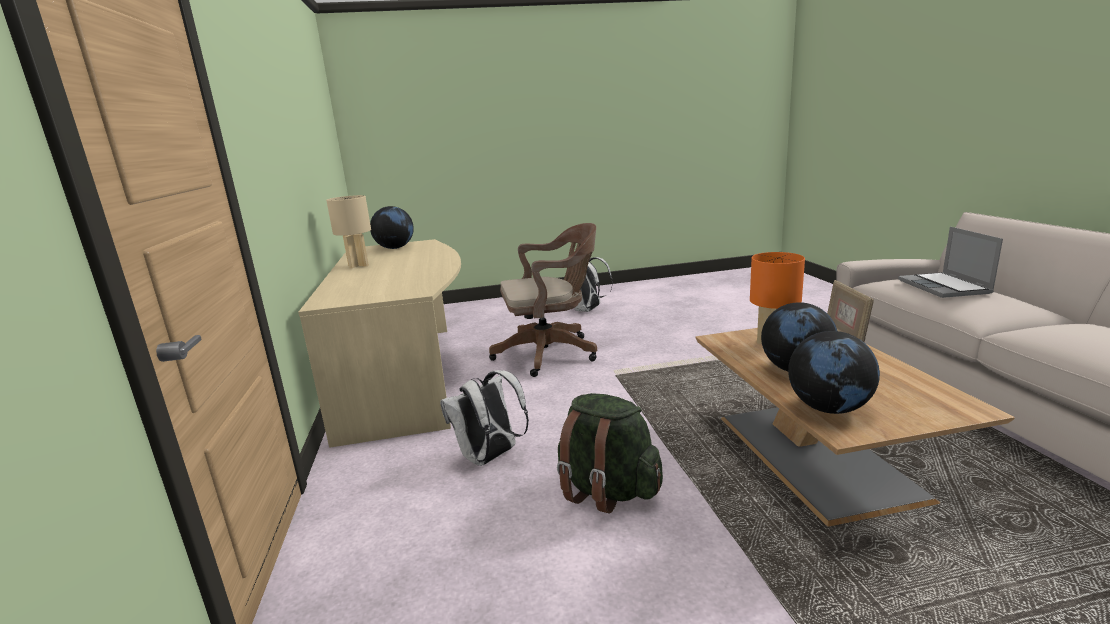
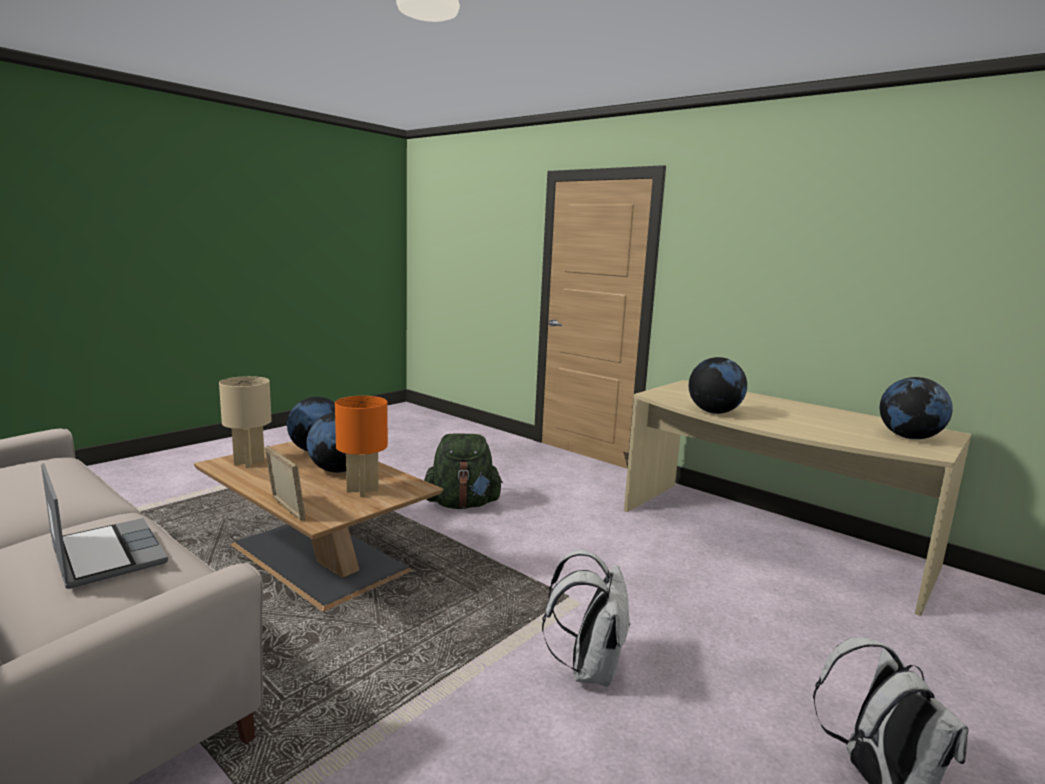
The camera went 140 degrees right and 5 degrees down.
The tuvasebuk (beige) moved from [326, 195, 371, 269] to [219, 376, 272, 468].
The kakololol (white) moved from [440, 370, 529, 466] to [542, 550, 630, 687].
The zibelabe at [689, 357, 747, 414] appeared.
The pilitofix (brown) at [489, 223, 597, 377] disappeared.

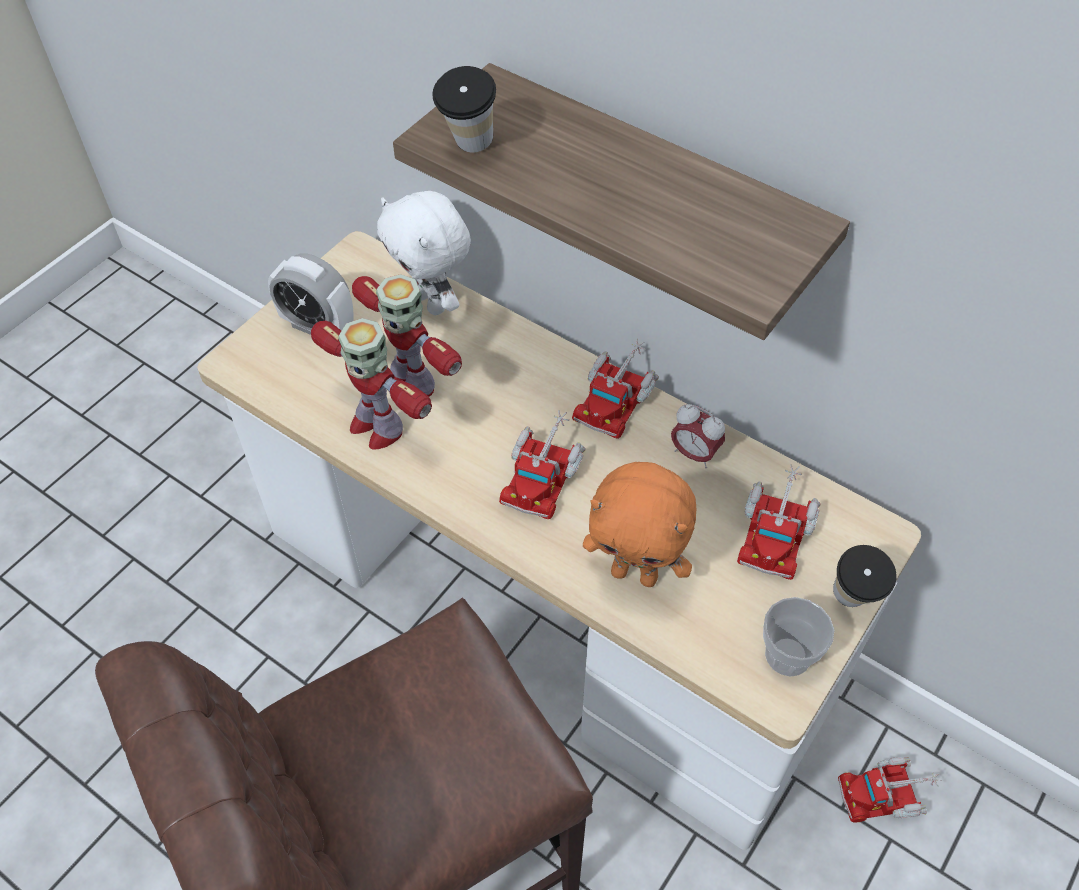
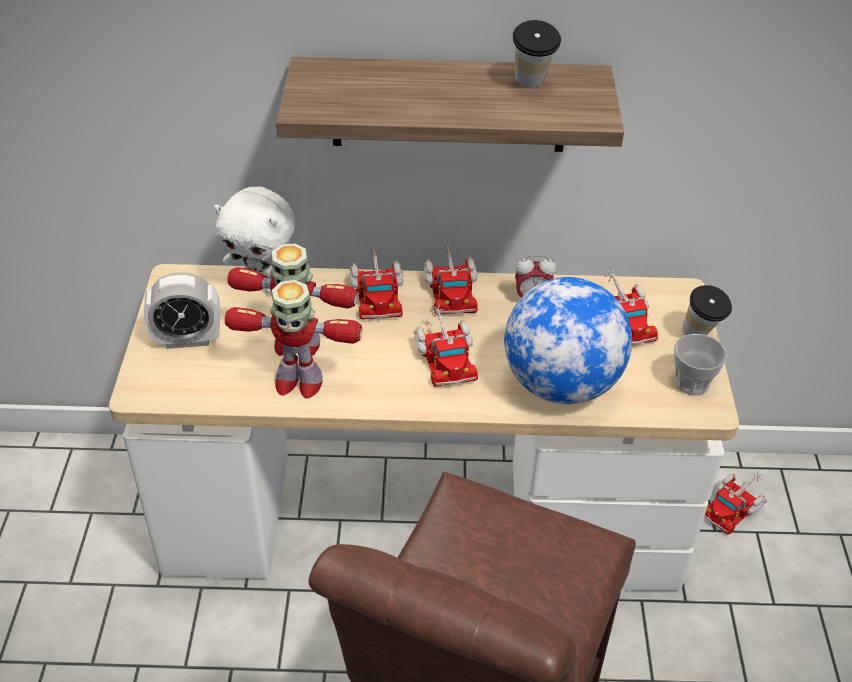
The camera went 35 degrees left and 10 degrees down.
The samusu at [350, 245, 404, 319] appeared.
The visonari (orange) at [583, 462, 696, 587] was replaced by the zibelabe at [504, 277, 632, 404].
The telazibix moved from [432, 66, 496, 152] to [513, 20, 561, 88].

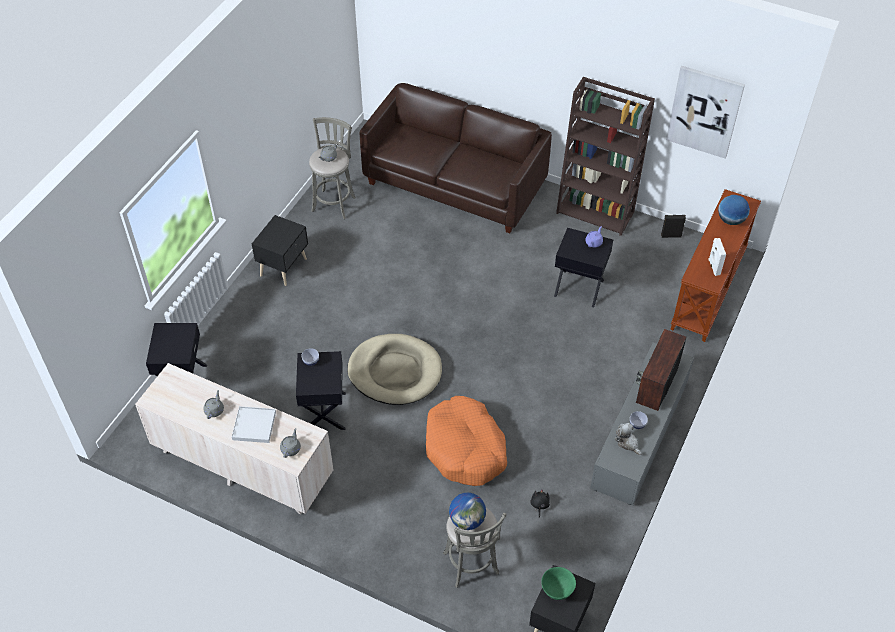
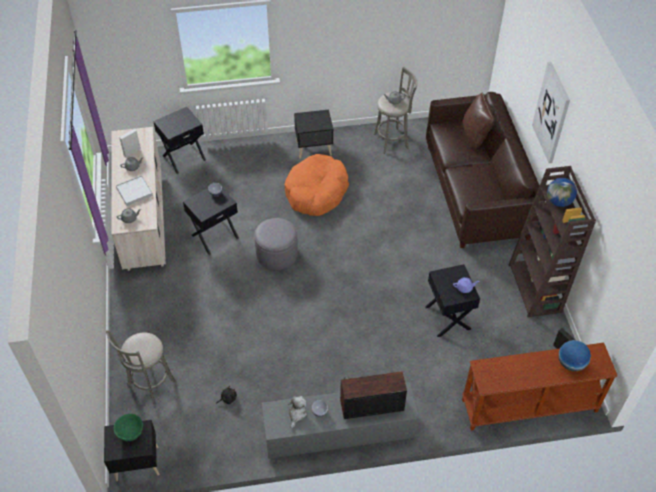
The camera went 55 degrees right and 0 degrees up.
The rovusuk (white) moved from [708, 238, 726, 276] to [119, 128, 141, 157].
The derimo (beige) at [347, 334, 442, 405] was replaced by the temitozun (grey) at [254, 218, 298, 270].
The derimo (orange) moved from [426, 396, 507, 486] to [285, 154, 349, 216].
The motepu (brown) at [462, 93, 495, 150] appeared.
The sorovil moved from [666, 66, 745, 158] to [532, 62, 570, 163].
The zibelabe moved from [449, 493, 486, 530] to [547, 178, 577, 207].

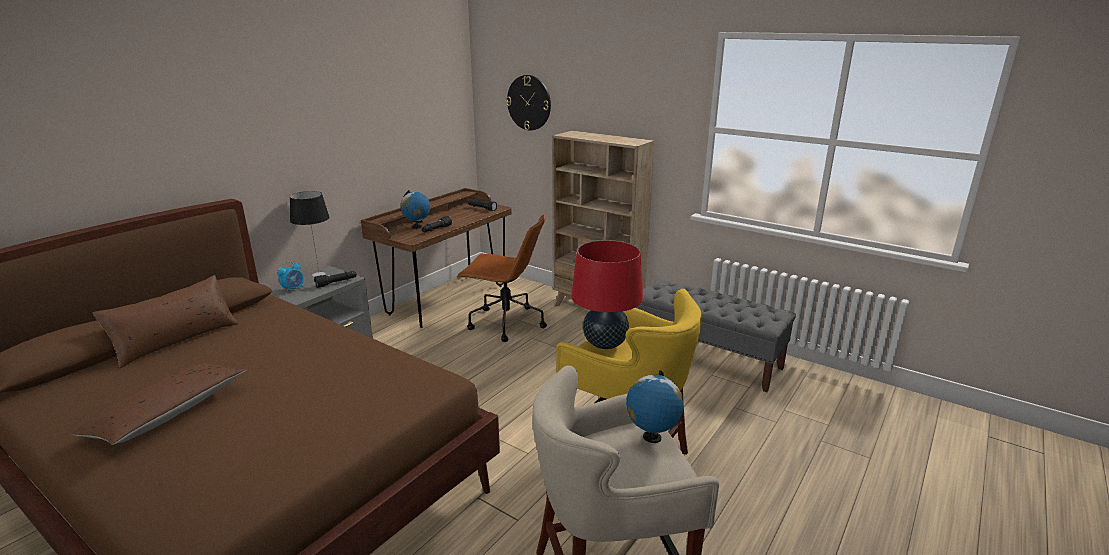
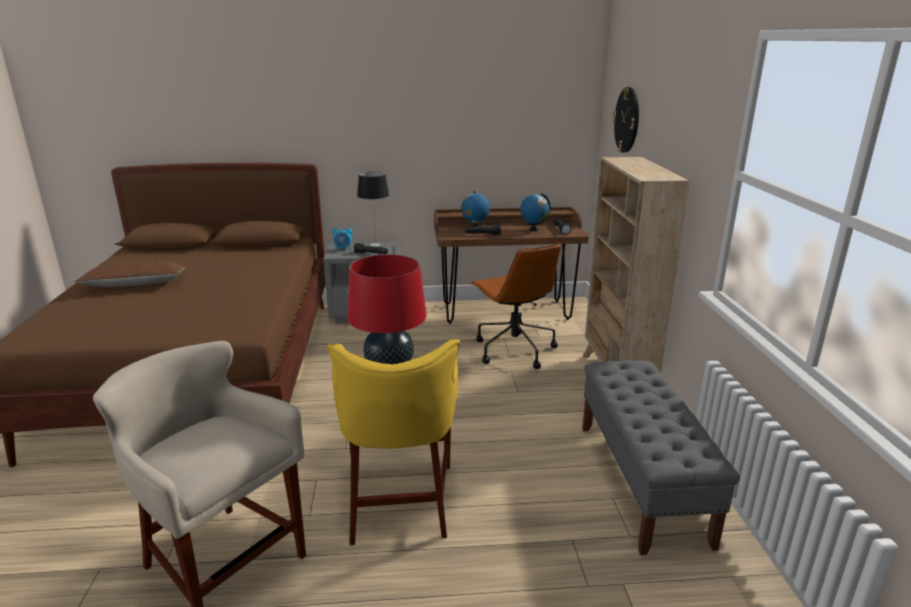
The camera went 50 degrees right and 0 degrees up.
The zibelabe moved from [626, 370, 684, 443] to [520, 193, 550, 231].
The motepu (brown) at [93, 275, 238, 368] disappeared.

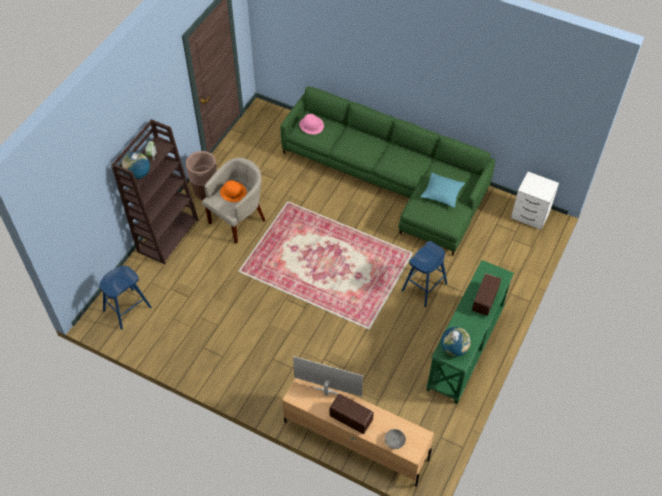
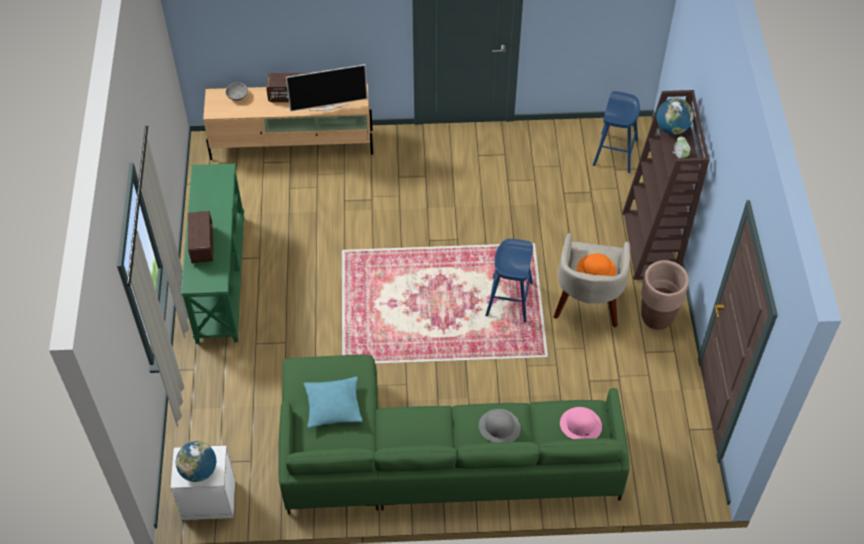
The camera went 150 degrees right and 0 degrees up.
The zibelabe moved from [441, 327, 471, 356] to [176, 441, 216, 482].
The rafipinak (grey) at [479, 409, 521, 442] appeared.
The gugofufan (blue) moved from [402, 241, 447, 307] to [485, 239, 533, 322].

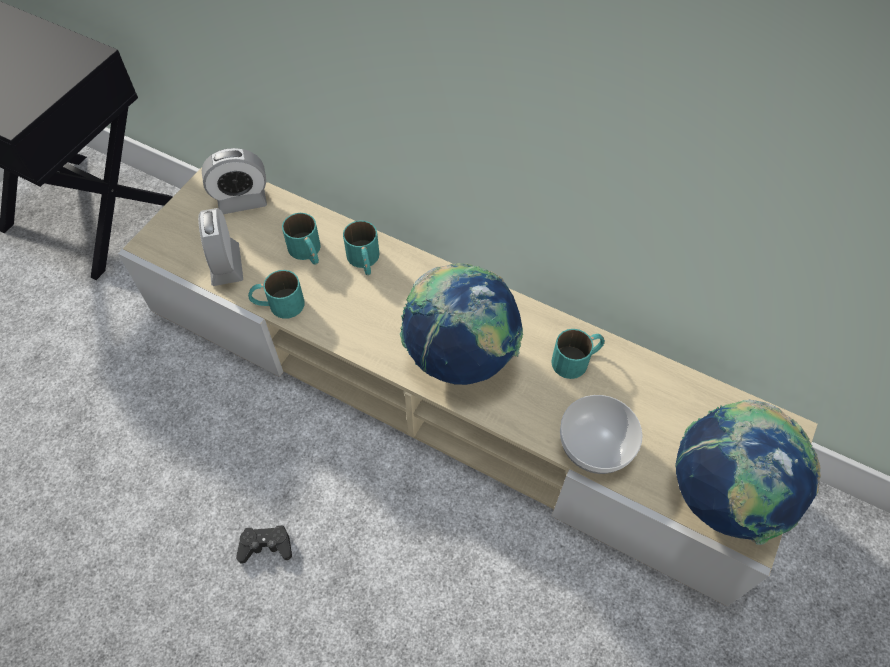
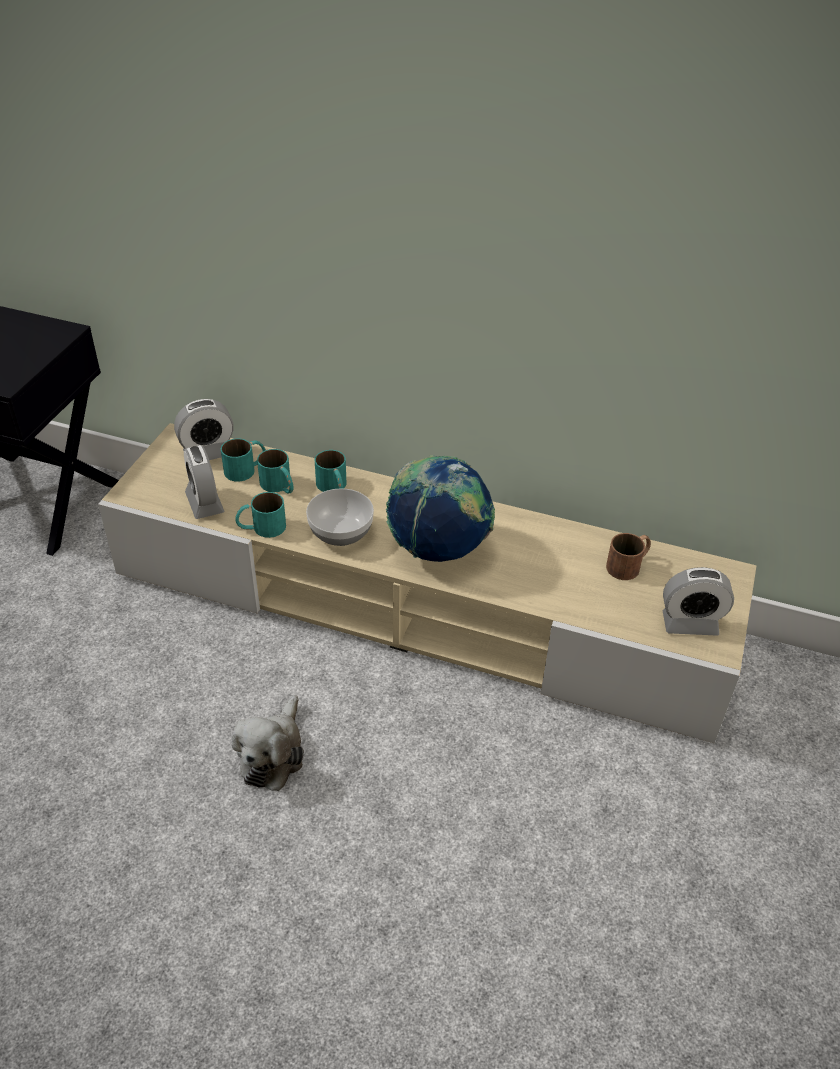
The camera went 10 degrees left and 15 degrees down.
The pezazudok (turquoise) moved from [551, 329, 605, 379] to [221, 438, 266, 482].
The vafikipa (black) at [236, 525, 292, 564] was replaced by the visonari at [232, 695, 304, 791].
The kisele moved from [560, 395, 643, 474] to [306, 488, 374, 546].
The pezazudok (brown) at [606, 533, 651, 580] appeared.
The zibelabe at [675, 400, 821, 545] was replaced by the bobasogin at [662, 567, 734, 636].

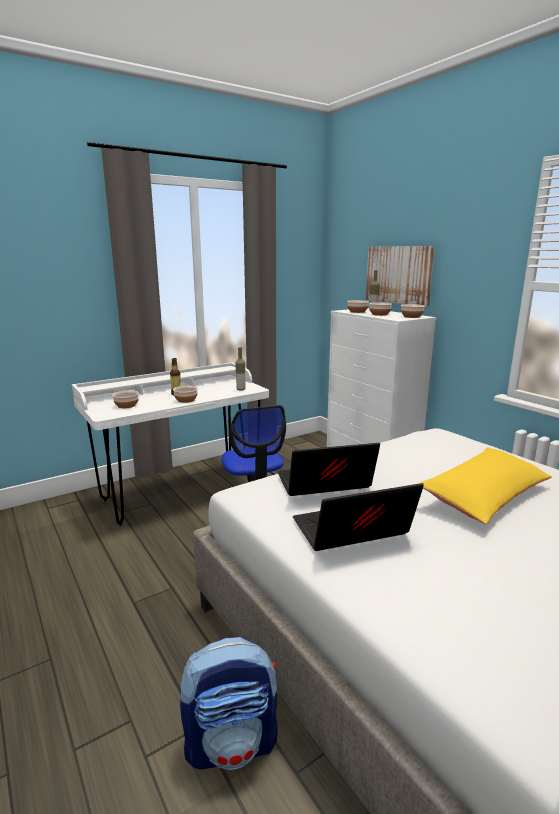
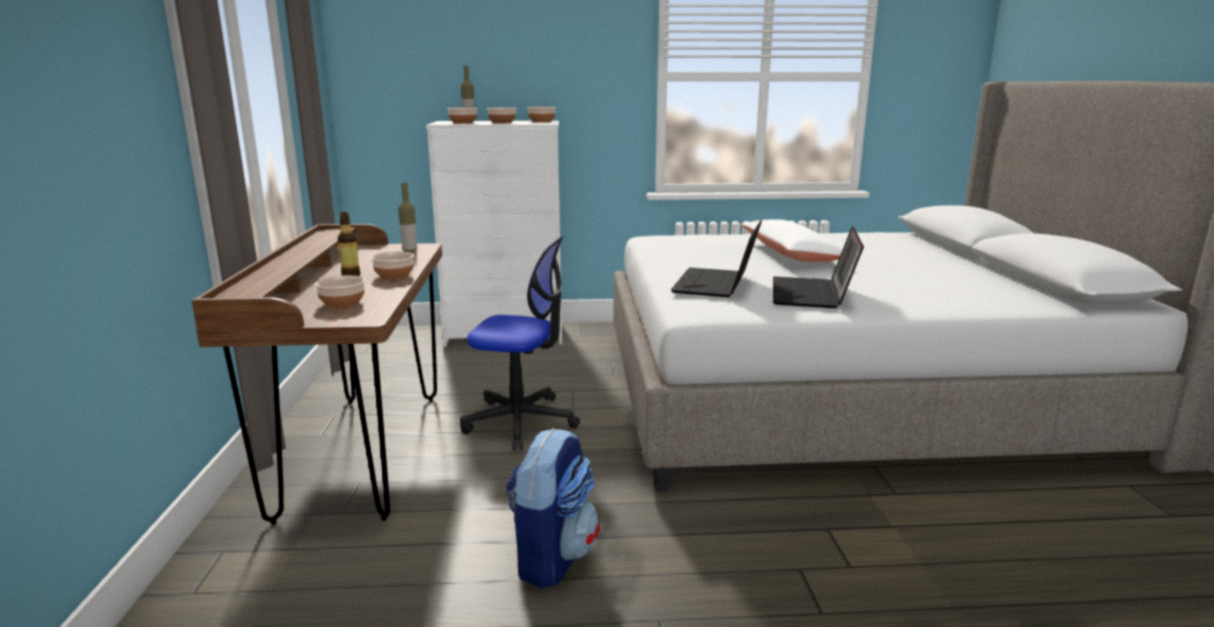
The camera went 60 degrees left and 0 degrees up.
The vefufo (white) at [72, 362, 269, 526] became the vefufo (brown) at [191, 224, 442, 525].
The kakololol moved from [180, 637, 278, 770] to [505, 428, 599, 588].
The motepu (yellow) at [418, 447, 552, 524] became the motepu (white) at [741, 219, 842, 262].
The sorovil at [366, 246, 435, 307] disappeared.

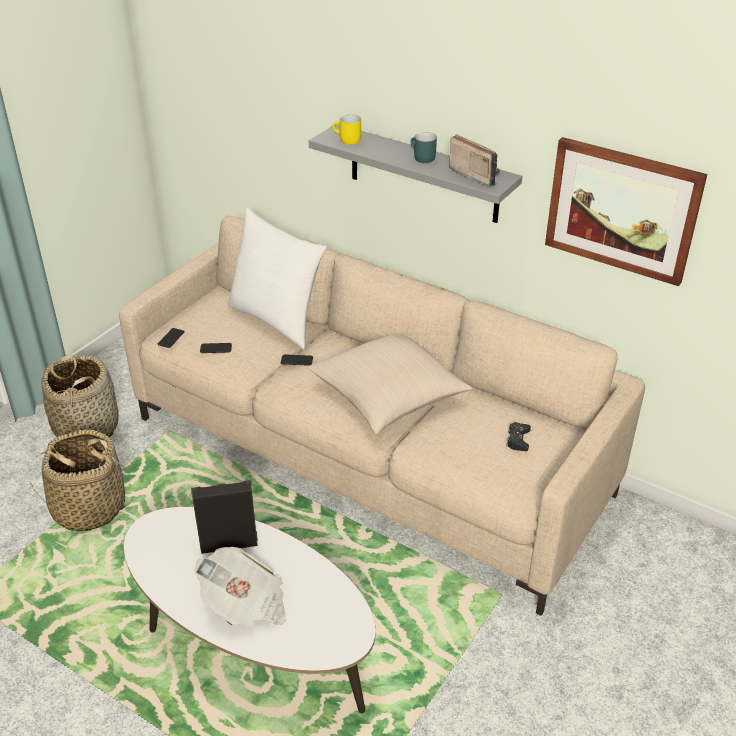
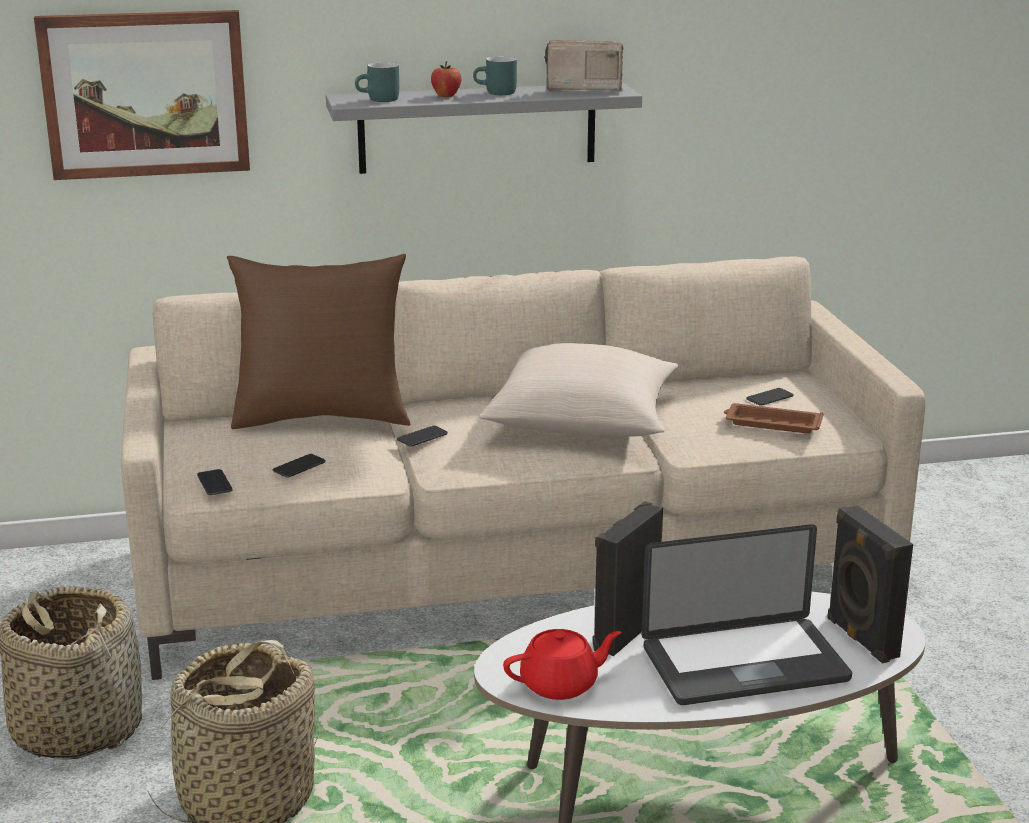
The camera went 45 degrees left and 15 degrees down.
The sorovil moved from [545, 137, 707, 286] to [34, 10, 250, 180].
The motepu (white) at [227, 208, 327, 349] became the motepu (brown) at [227, 254, 410, 429].
The pezazudok (yellow) at [333, 115, 361, 145] became the pezazudok (turquoise) at [355, 62, 399, 102].
The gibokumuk at [431, 61, 461, 97] appeared.
The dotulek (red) at [503, 629, 621, 700] appeared.
The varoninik at [195, 547, 286, 628] was replaced by the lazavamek at [642, 524, 852, 705].
The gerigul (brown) at [724, 403, 823, 434] appeared.
The vafikipa (black) at [506, 422, 531, 451] was replaced by the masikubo at [746, 388, 794, 406].
The rovusuk (black) at [827, 505, 913, 664] appeared.

